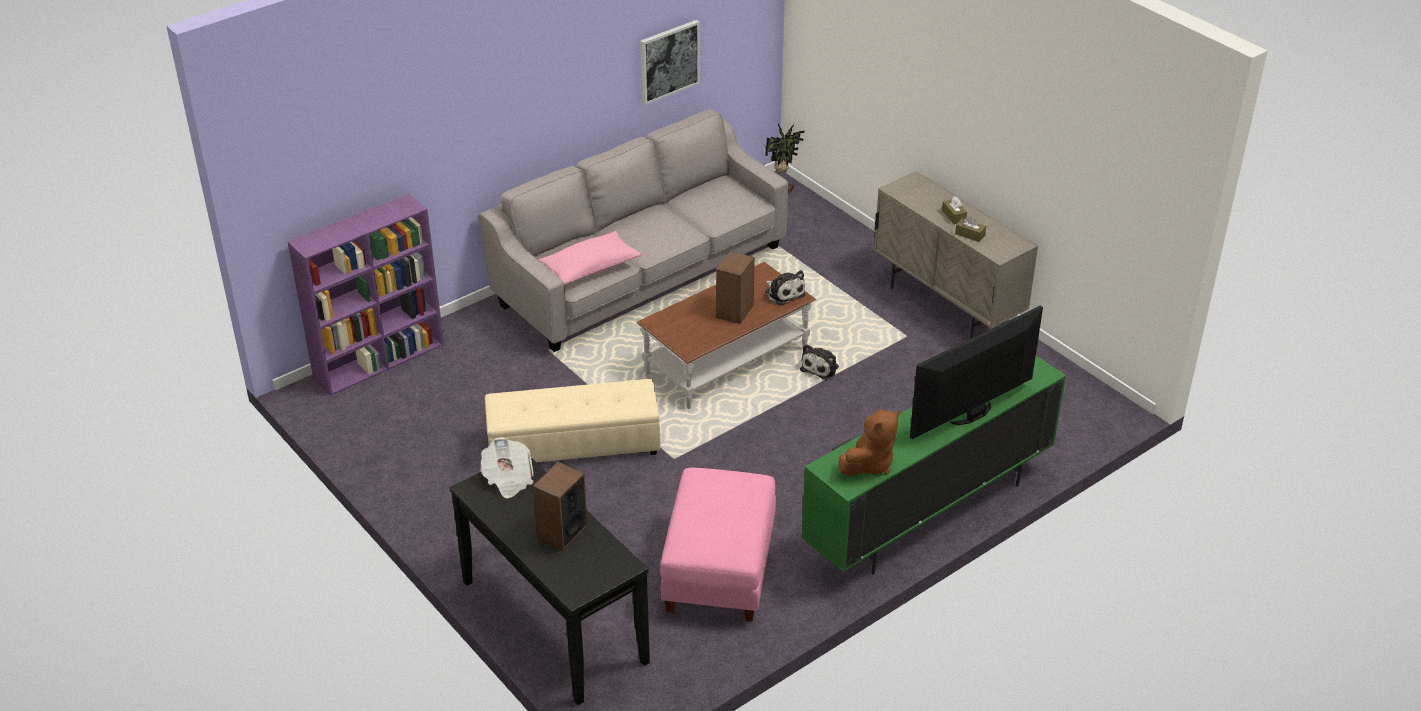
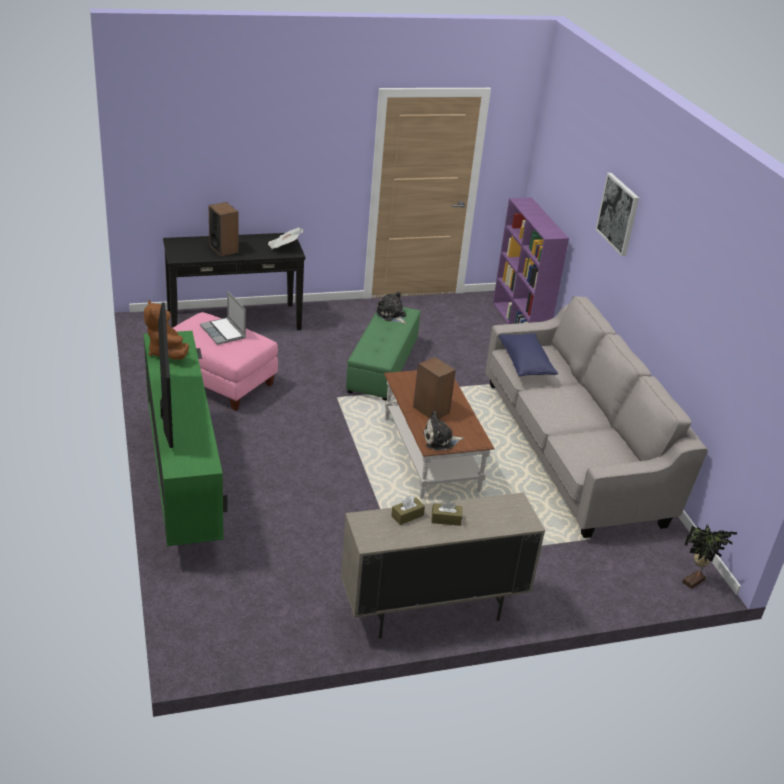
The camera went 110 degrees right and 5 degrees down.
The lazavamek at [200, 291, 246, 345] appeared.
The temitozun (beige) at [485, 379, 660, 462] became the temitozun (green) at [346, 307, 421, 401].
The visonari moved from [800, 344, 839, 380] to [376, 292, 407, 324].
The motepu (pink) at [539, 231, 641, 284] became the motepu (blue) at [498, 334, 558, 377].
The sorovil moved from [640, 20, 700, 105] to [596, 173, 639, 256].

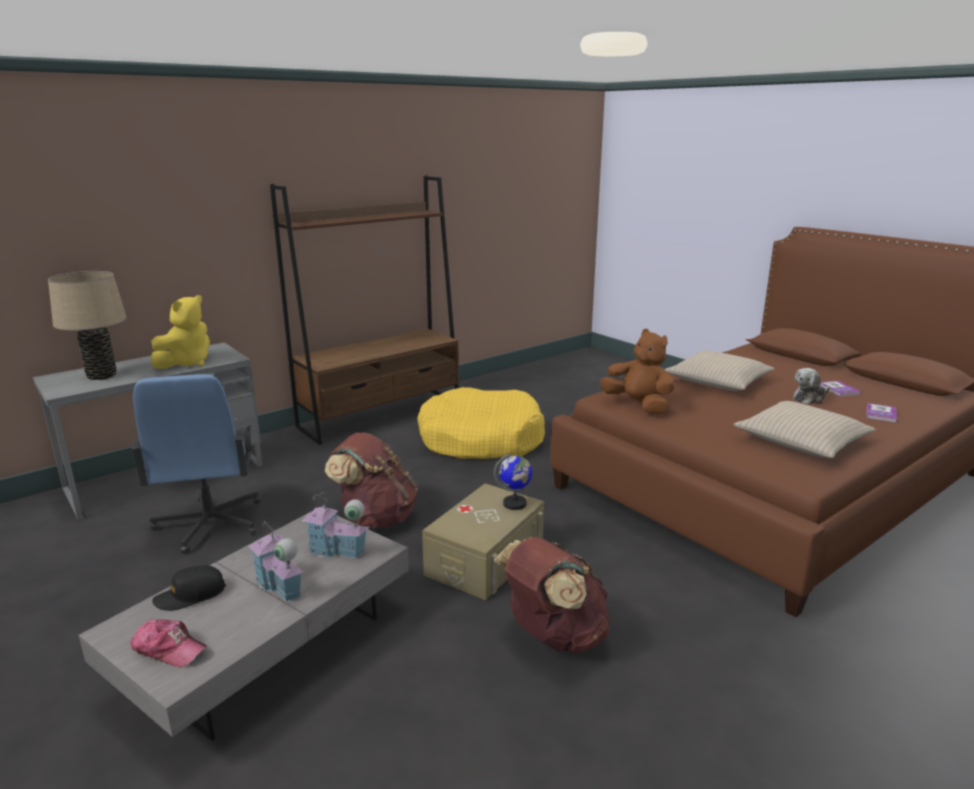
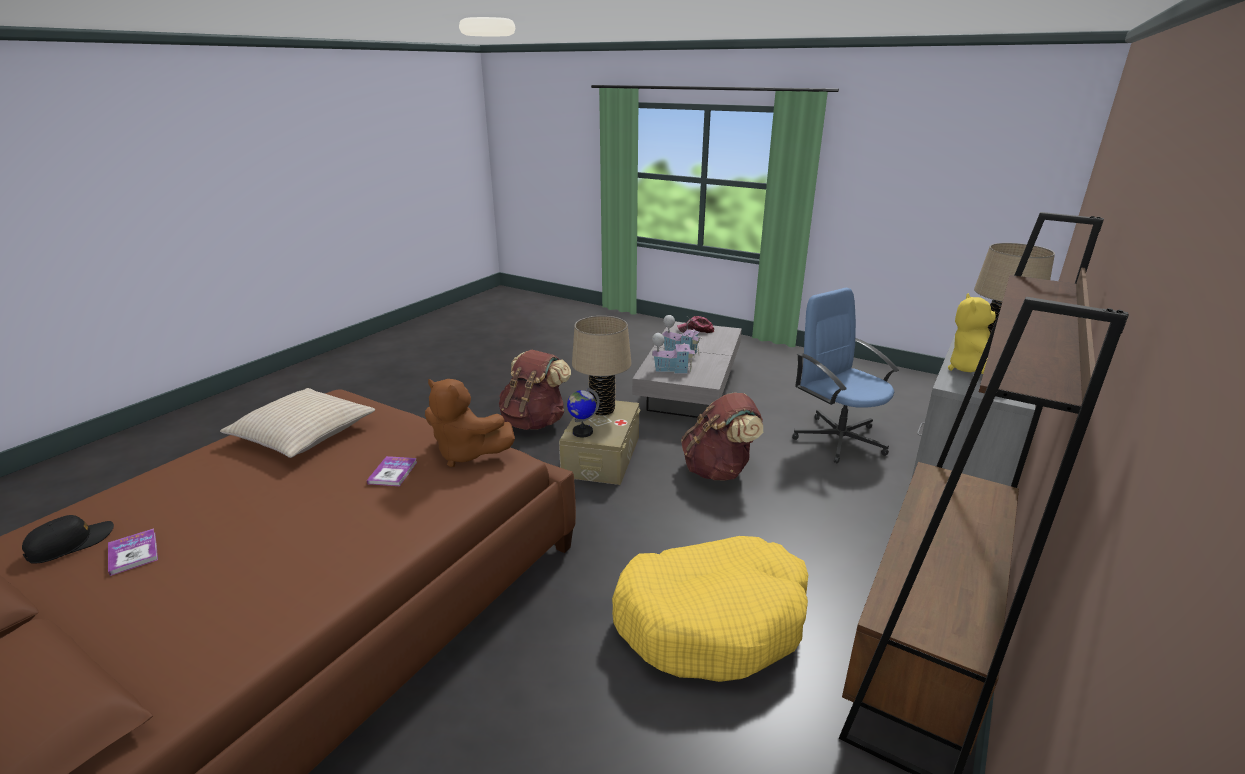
The camera went 160 degrees right and 5 degrees up.
The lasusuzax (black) moved from [152, 565, 226, 611] to [22, 515, 114, 563].
The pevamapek moved from [866, 403, 897, 423] to [367, 456, 417, 486].
The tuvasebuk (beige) at [572, 316, 632, 416] appeared.
The motepu (beige) at [665, 350, 774, 391] disappeared.
The visonari at [793, 368, 830, 405] disappeared.

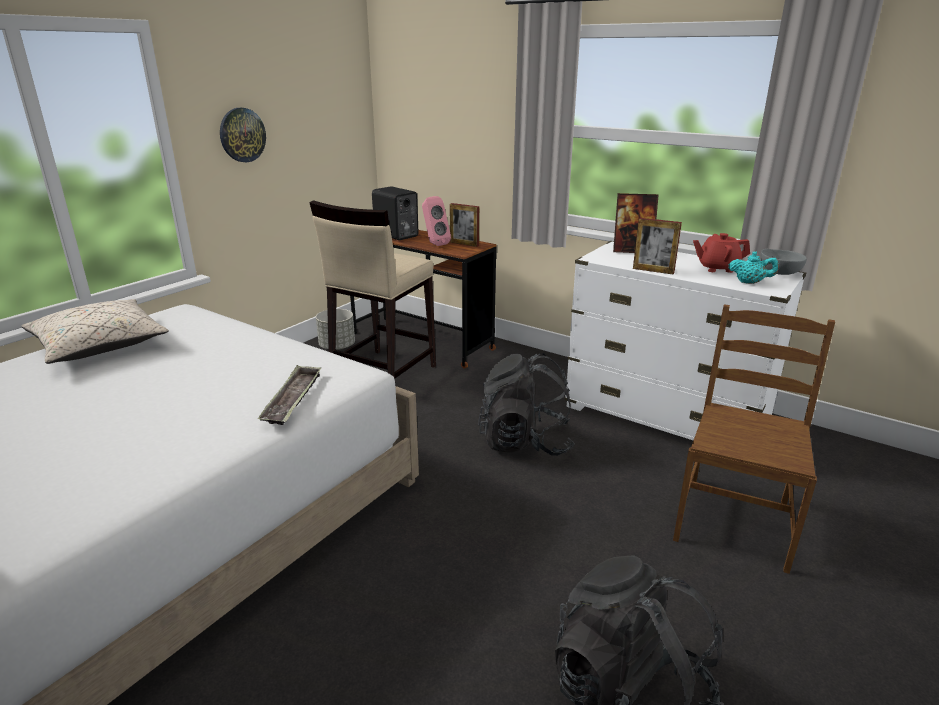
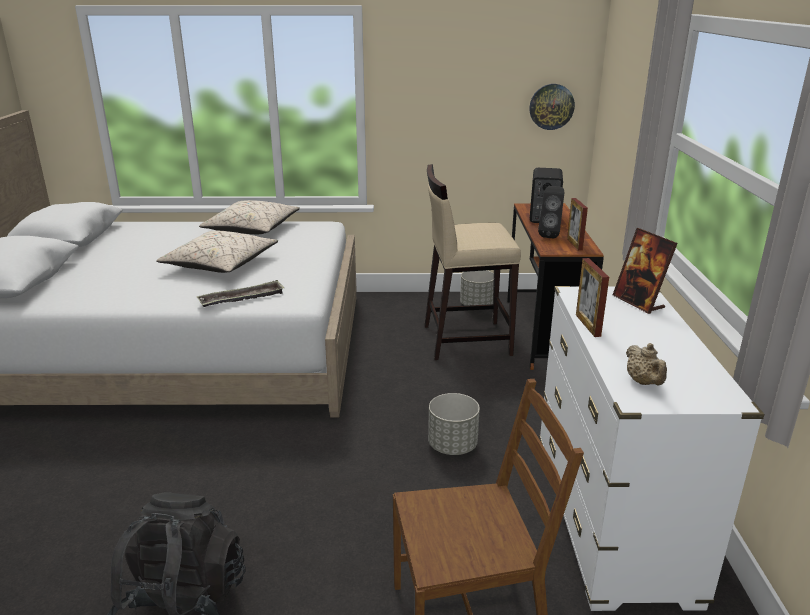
The camera went 55 degrees right and 0 degrees up.
The motepu (beige) at [156, 231, 278, 273] appeared.
The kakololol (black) at [478, 353, 575, 456] was replaced by the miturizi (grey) at [428, 393, 480, 455].
The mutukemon moved from [220, 108, 266, 162] to [529, 84, 575, 130].
The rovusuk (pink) at [422, 196, 451, 246] became the rovusuk (black) at [538, 186, 564, 238].
The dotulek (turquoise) at [729, 252, 779, 284] became the dotulek (beige) at [626, 343, 667, 386].
The dotulek (red) at [693, 233, 750, 273] disappeared.
The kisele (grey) at [760, 249, 807, 275] disappeared.

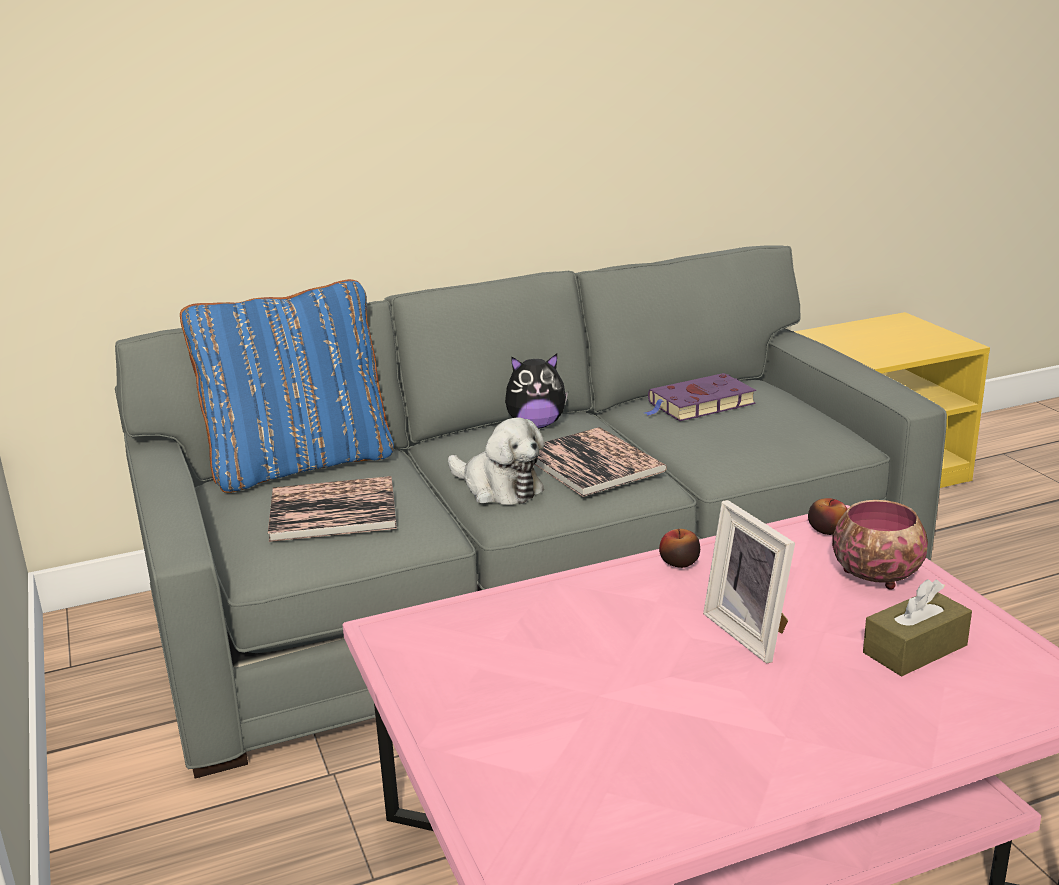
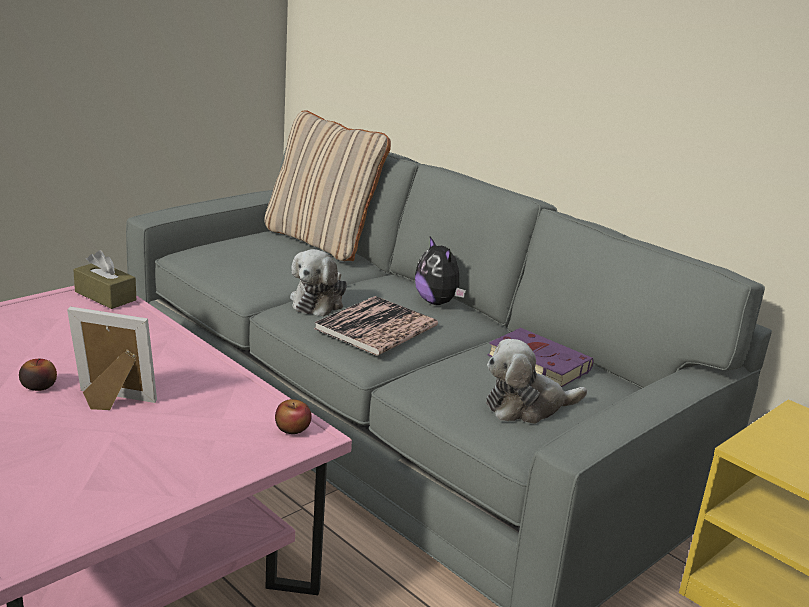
The camera went 65 degrees right and 0 degrees up.
The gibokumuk moved from [659, 529, 700, 568] to [19, 359, 57, 391].
The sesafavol at [703, 500, 795, 663] turned 60 degrees clockwise.
The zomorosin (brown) moved from [863, 579, 972, 677] to [73, 250, 136, 309].
The motepu (blue) at [180, 279, 394, 493] became the motepu (beige) at [265, 110, 391, 261].
The visonari at [486, 339, 587, 424] appeared.
The pevamapek at [268, 476, 397, 542] disappeared.
The kisele at [832, 500, 928, 590] disappeared.

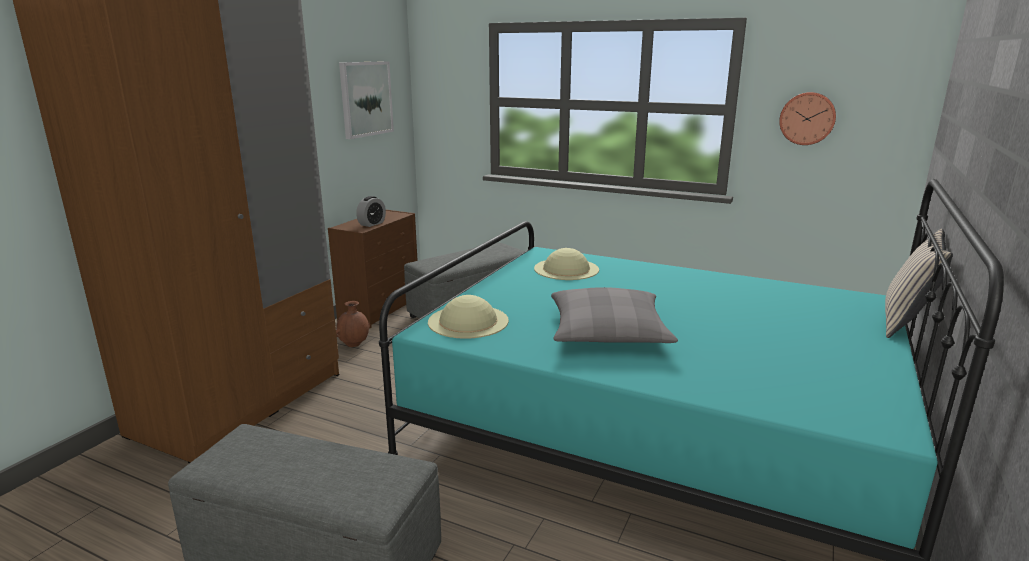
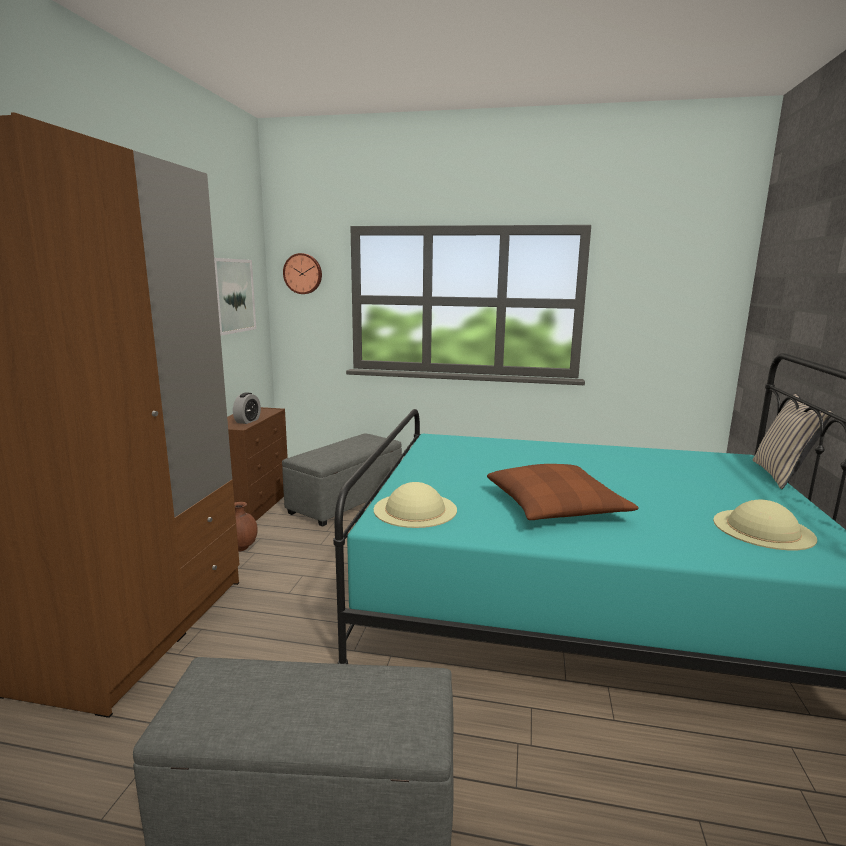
The camera went 15 degrees left and 5 degrees down.
The mutukemon moved from [779, 92, 836, 145] to [283, 253, 322, 294].
The motepu (grey) at [551, 287, 678, 343] became the motepu (brown) at [487, 464, 639, 520].
The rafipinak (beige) moved from [534, 248, 599, 280] to [713, 499, 817, 550].

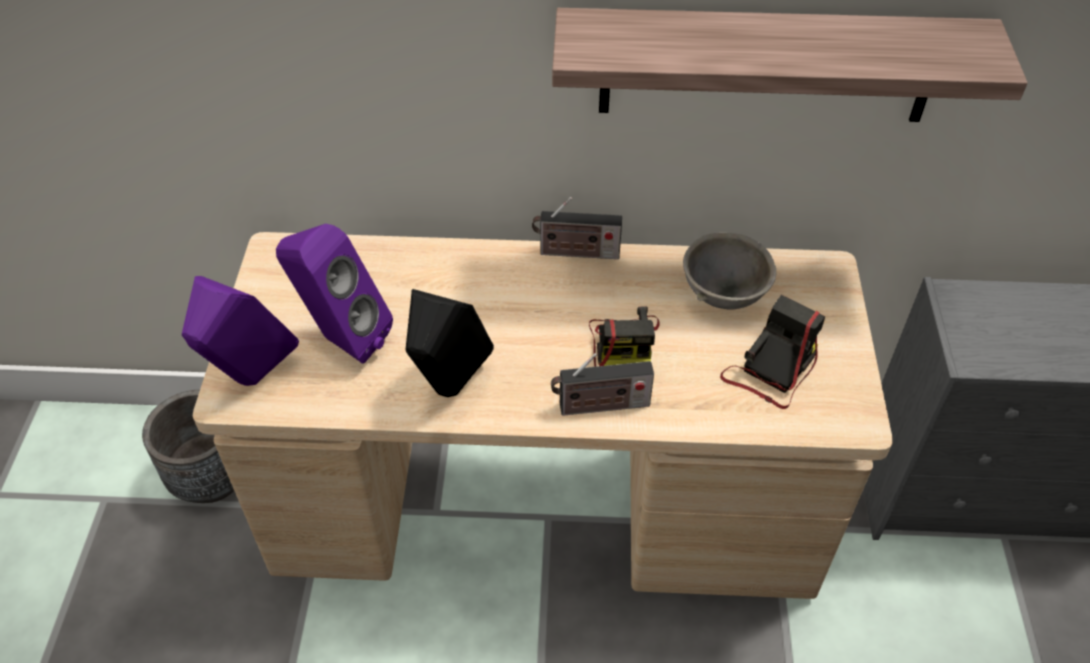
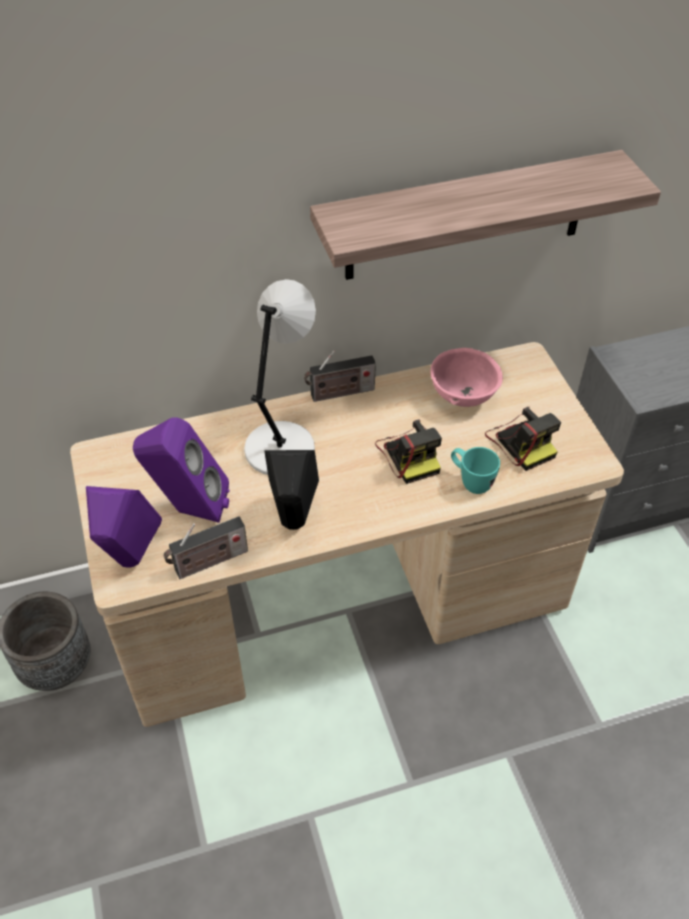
The camera went 20 degrees left and 0 degrees up.
The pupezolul moved from [551, 353, 654, 416] to [164, 516, 248, 579].
The tuvasebuk (grey) at [244, 279, 316, 475] appeared.
The kisele (grey) at [683, 233, 776, 310] became the kisele (pink) at [430, 348, 503, 407].
The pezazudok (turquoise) at [451, 447, 500, 494] appeared.
The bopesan at [720, 295, 825, 409] turned 135 degrees clockwise.

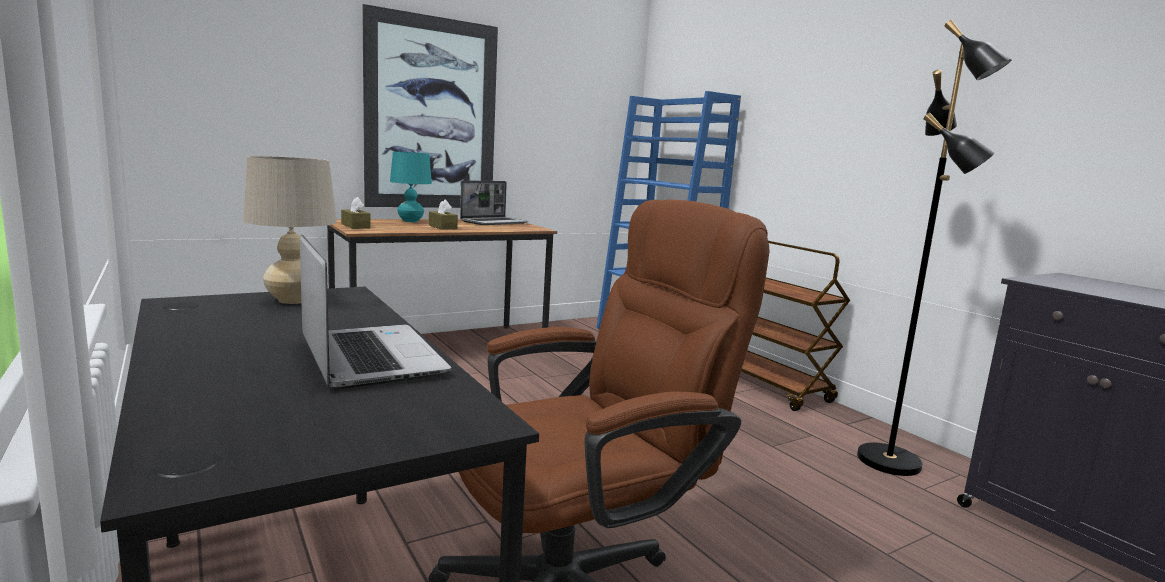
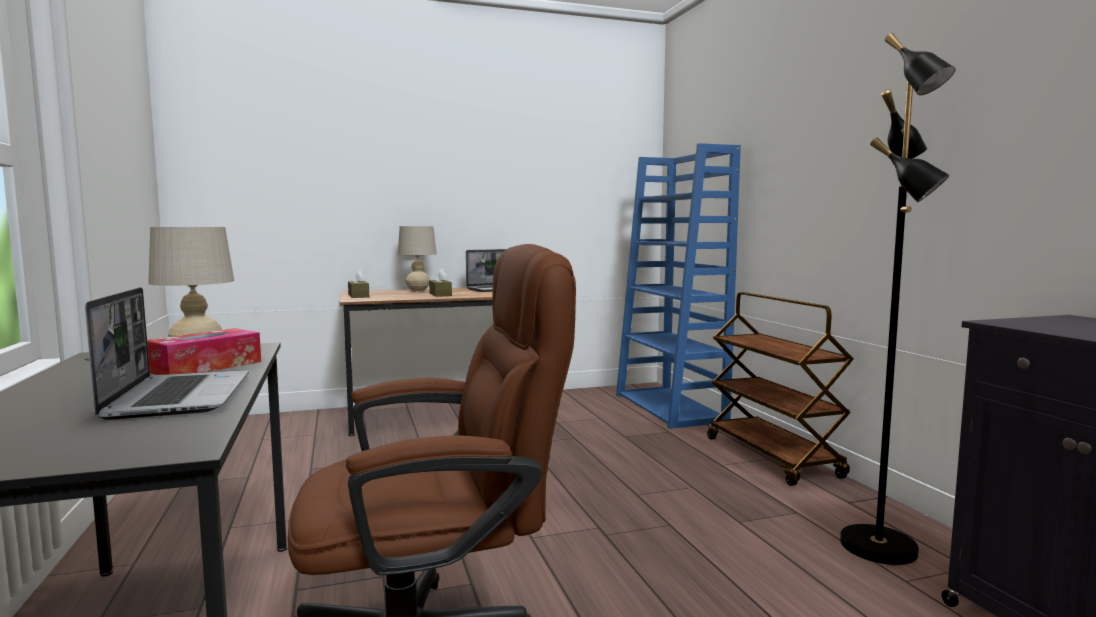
The camera went 15 degrees right and 5 degrees down.
The zomorosin at [147, 328, 261, 375] appeared.
The tuvasebuk (turquoise) at [390, 151, 432, 222] became the tuvasebuk (beige) at [398, 226, 437, 291].
The sorovil at [362, 4, 498, 208] disappeared.

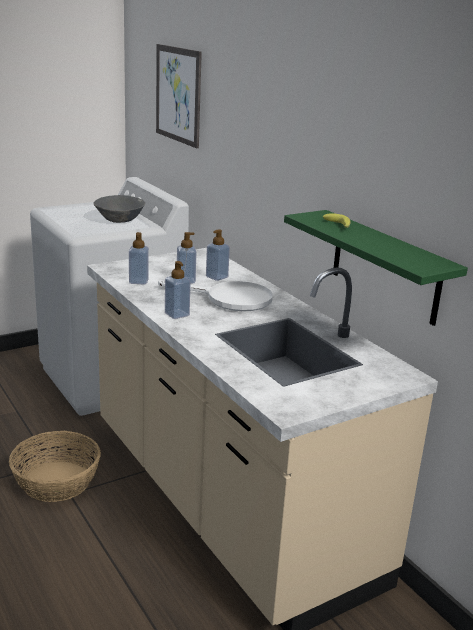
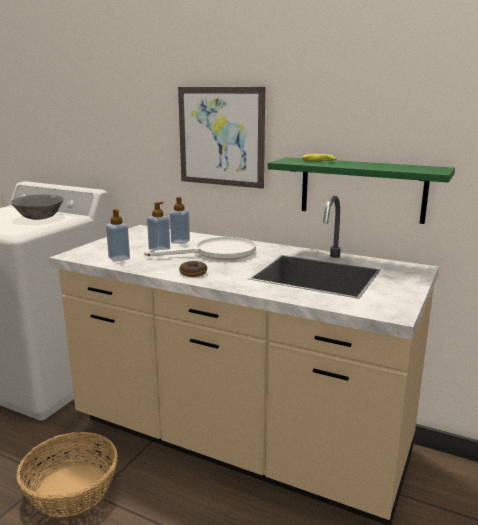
The camera went 30 degrees left and 5 degrees down.
The sorovil moved from [156, 44, 202, 148] to [178, 87, 265, 189].
The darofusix at [165, 261, 191, 319] was replaced by the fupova at [179, 261, 207, 277].

